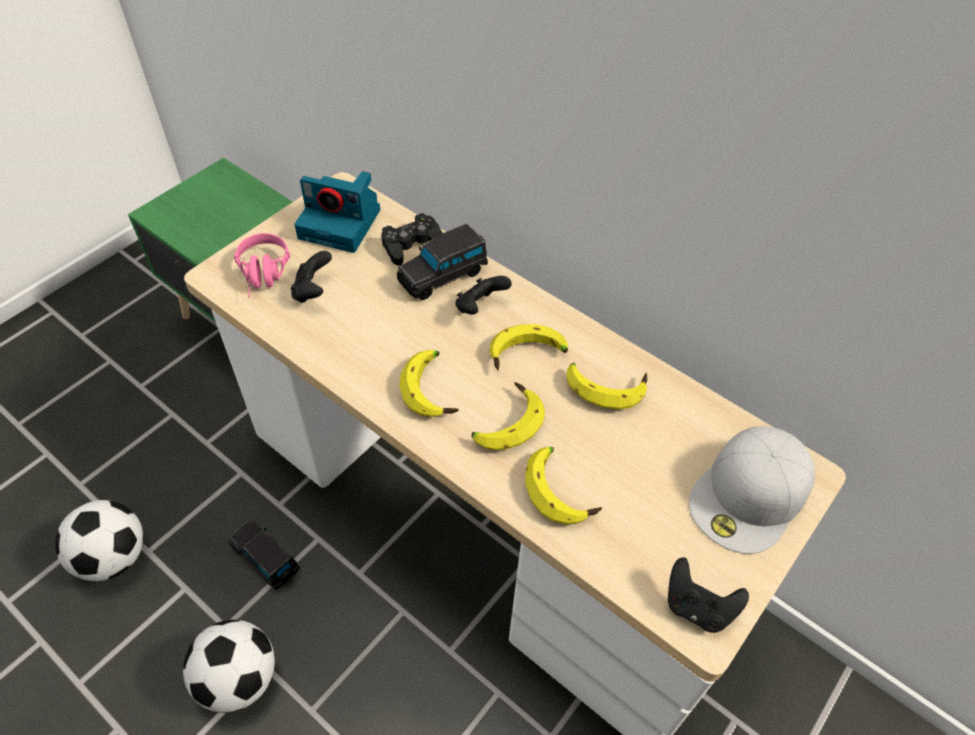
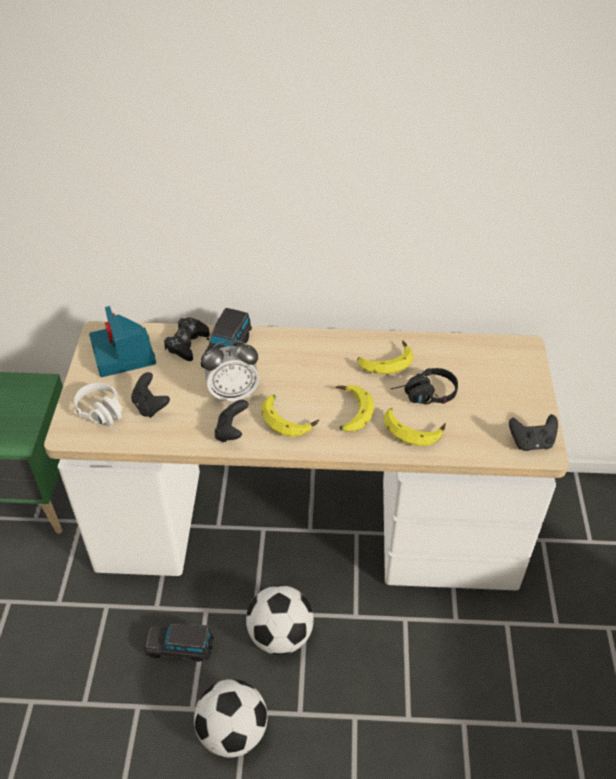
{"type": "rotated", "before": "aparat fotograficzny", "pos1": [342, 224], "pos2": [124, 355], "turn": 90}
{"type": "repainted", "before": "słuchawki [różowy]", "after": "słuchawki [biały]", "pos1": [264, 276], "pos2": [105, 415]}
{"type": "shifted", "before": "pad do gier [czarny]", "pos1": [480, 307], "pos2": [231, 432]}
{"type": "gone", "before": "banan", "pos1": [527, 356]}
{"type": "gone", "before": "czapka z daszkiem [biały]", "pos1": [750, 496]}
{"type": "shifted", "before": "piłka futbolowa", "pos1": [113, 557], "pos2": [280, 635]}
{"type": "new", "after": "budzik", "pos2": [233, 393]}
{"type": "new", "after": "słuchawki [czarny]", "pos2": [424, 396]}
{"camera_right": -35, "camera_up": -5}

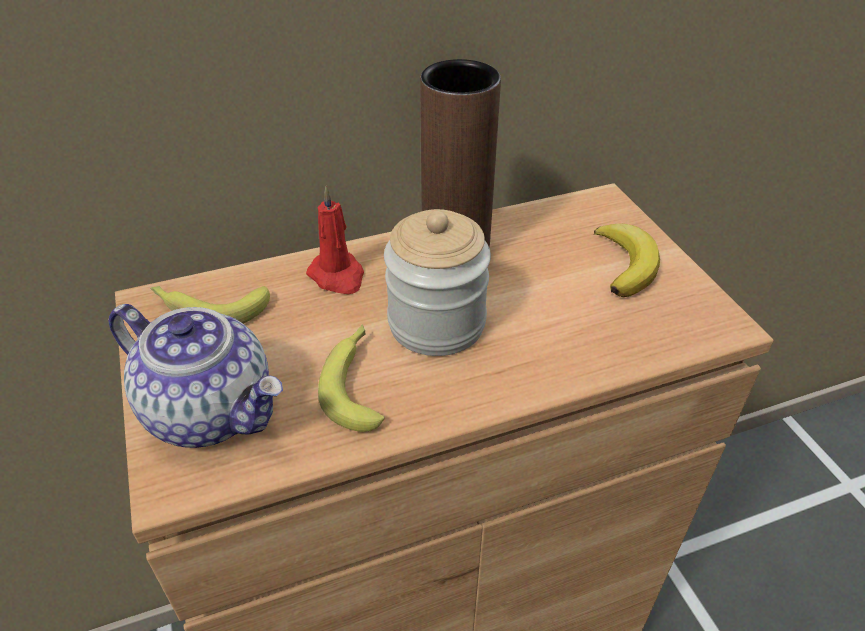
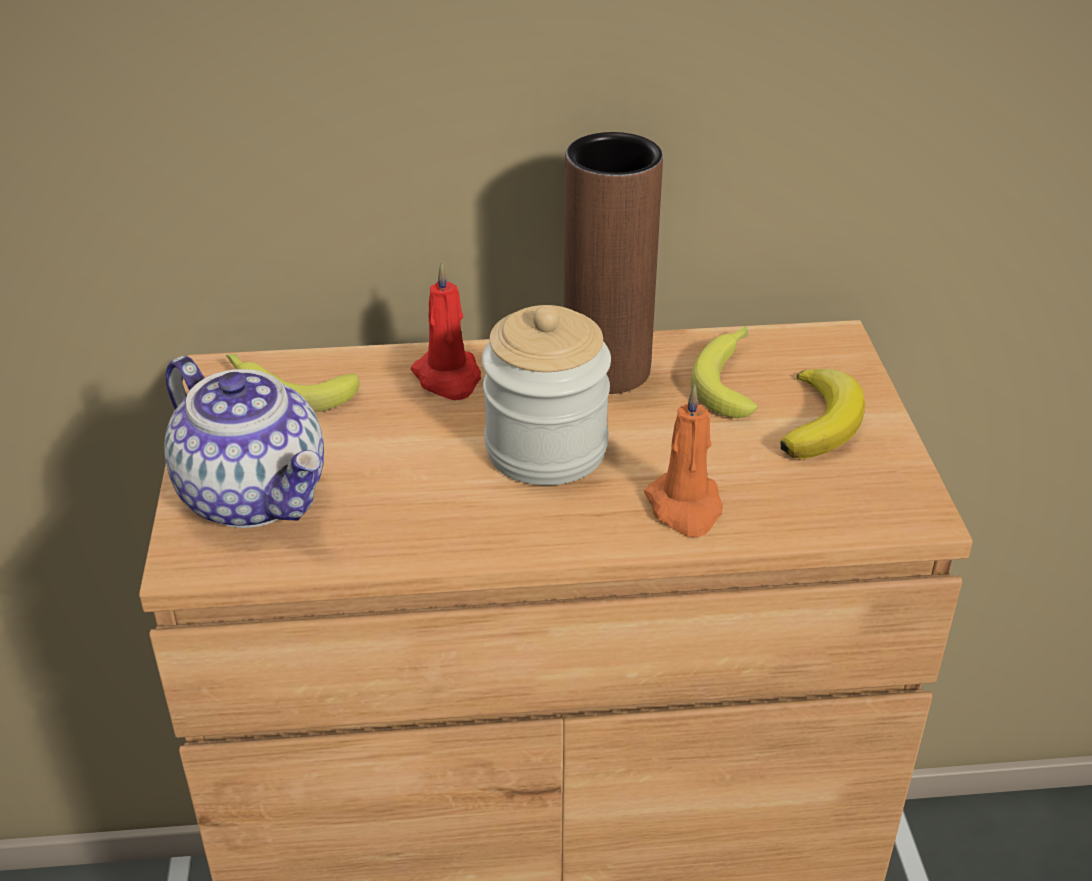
{"type": "shifted", "before": "banan", "pos1": [357, 382], "pos2": [731, 379]}
{"type": "new", "after": "świeca [pomarańczowy]", "pos2": [685, 508]}
{"camera_right": 15, "camera_up": -5}

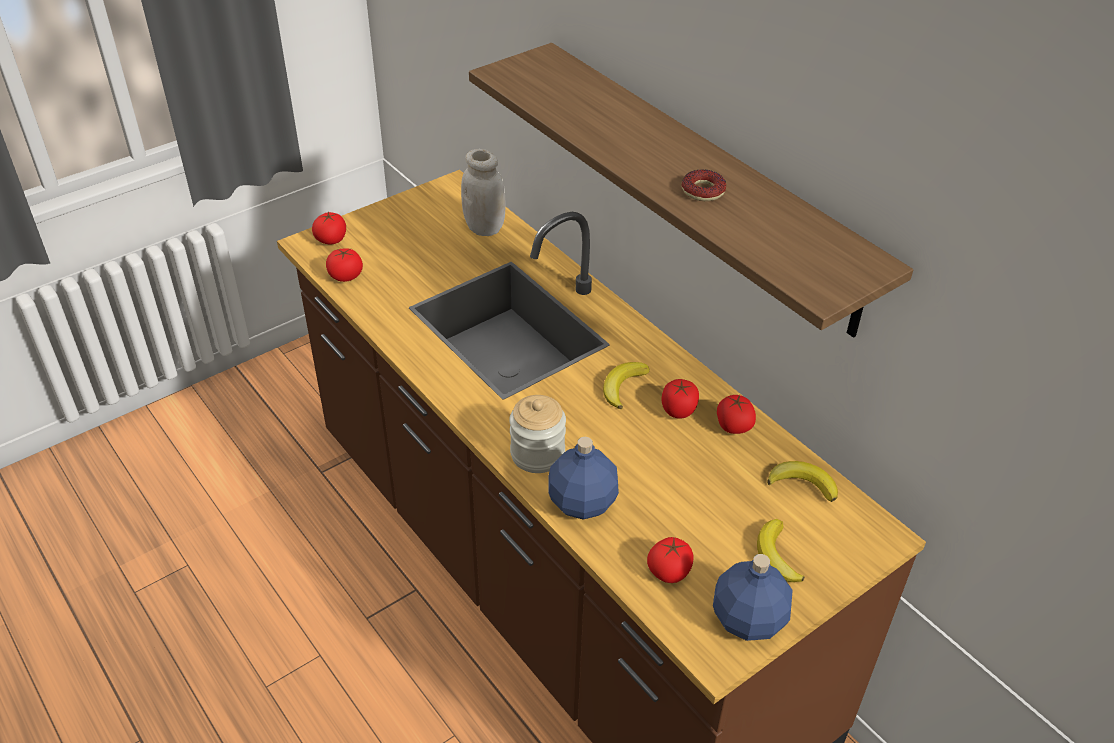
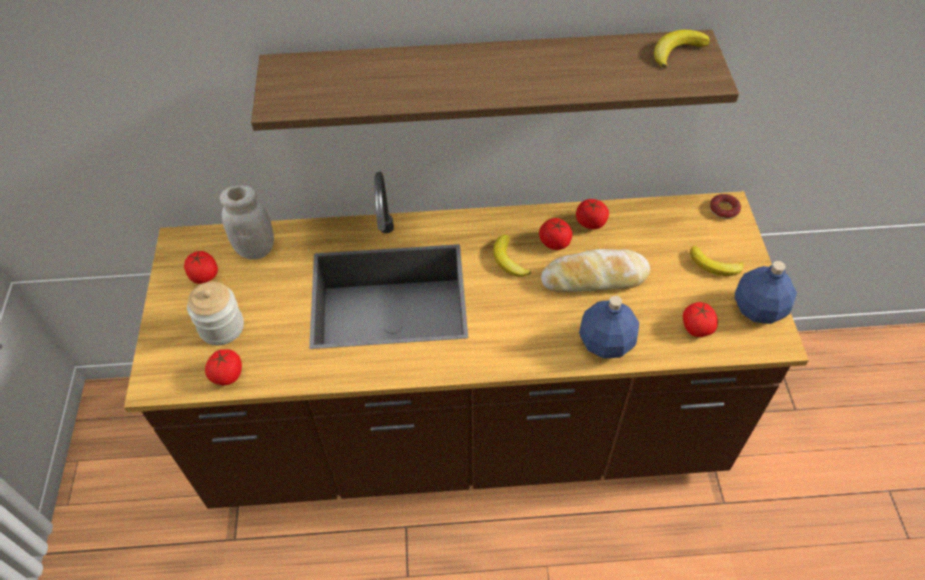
{"type": "shifted", "before": "donut", "pos1": [703, 191], "pos2": [724, 209]}
{"type": "shifted", "before": "pomidor", "pos1": [331, 239], "pos2": [204, 275]}
{"type": "shifted", "before": "słoik", "pos1": [537, 454], "pos2": [221, 327]}
{"type": "shifted", "before": "banan", "pos1": [803, 483], "pos2": [677, 51]}
{"type": "new", "after": "chleb", "pos2": [594, 278]}
{"camera_right": -55, "camera_up": 10}

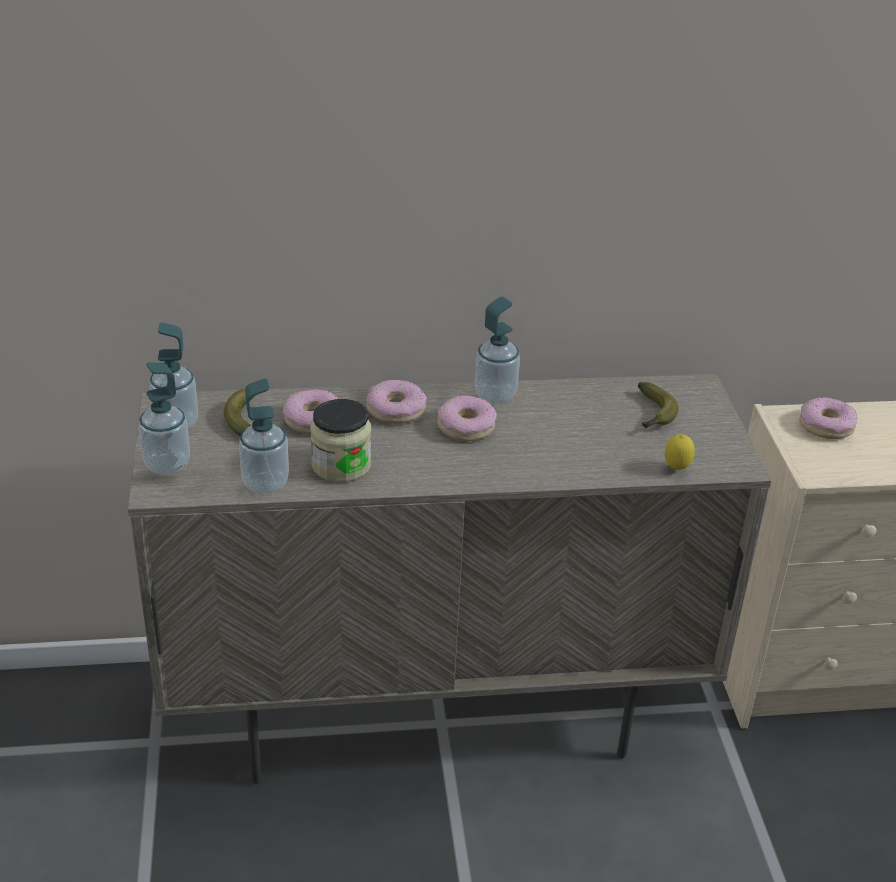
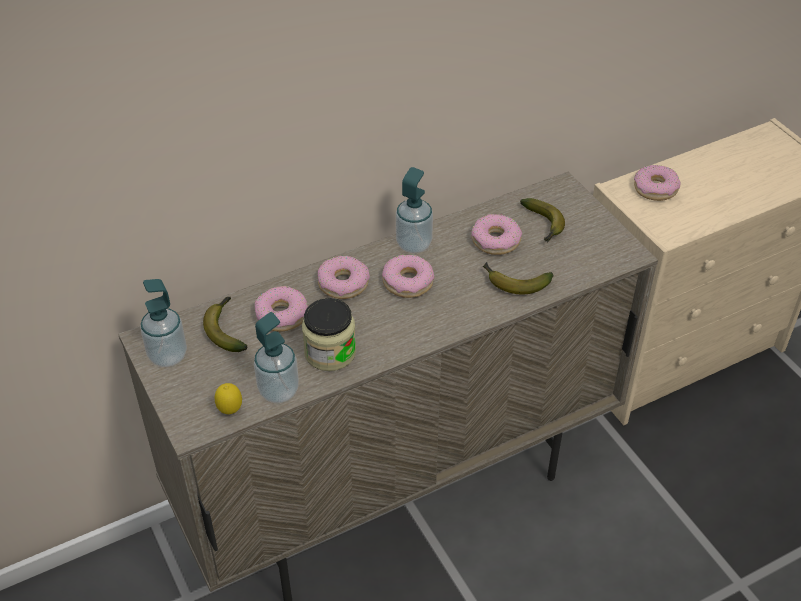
{"type": "gone", "before": "dozownik mydła", "pos1": [167, 465]}
{"type": "shifted", "before": "cytryna", "pos1": [676, 469], "pos2": [230, 411]}
{"type": "new", "after": "donut", "pos2": [496, 240]}
{"type": "new", "after": "banan", "pos2": [513, 283]}
{"camera_right": -20, "camera_up": 10}

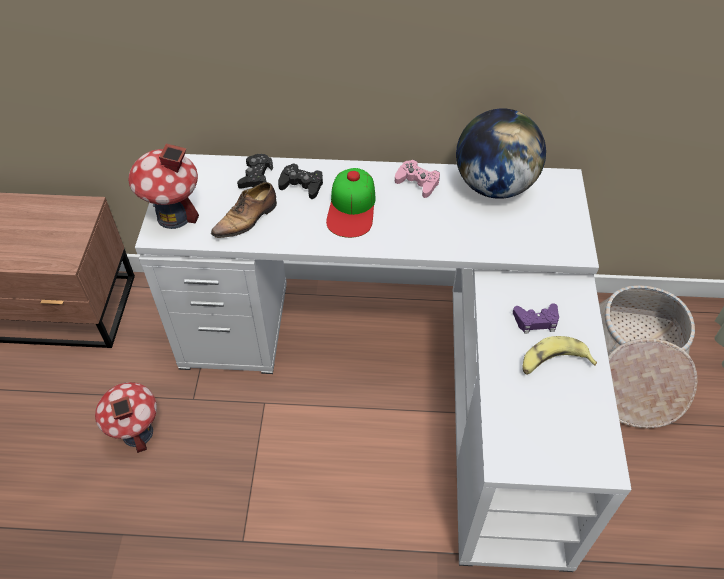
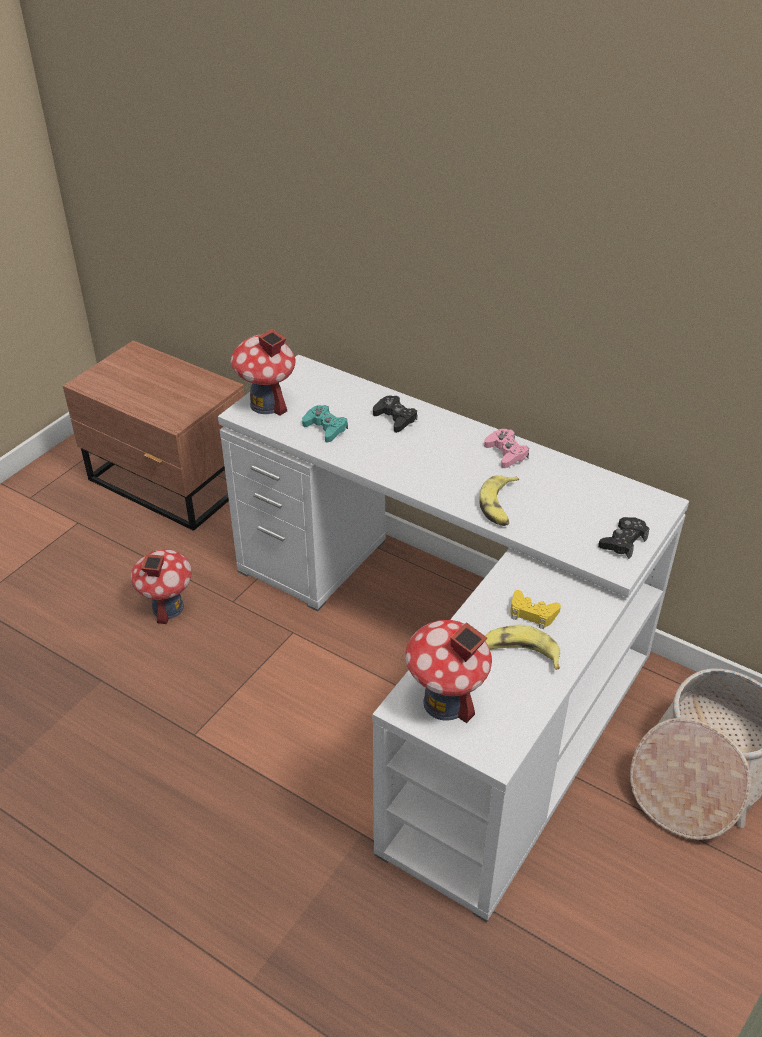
{"type": "gone", "before": "globus", "pos1": [494, 186]}
{"type": "shifted", "before": "pad do gier [czarny]", "pos1": [256, 176], "pos2": [623, 542]}
{"type": "gone", "before": "czapka z daszkiem", "pos1": [352, 207]}
{"type": "swapped", "before": "but", "after": "pad do gier [turkusowy]", "pos1": [247, 219], "pos2": [325, 428]}
{"type": "repainted", "before": "pad do gier [fioletowy]", "after": "pad do gier [żółty]", "pos1": [536, 321], "pos2": [532, 613]}
{"type": "new", "after": "banan", "pos2": [499, 506]}
{"type": "new", "after": "domek", "pos2": [445, 702]}
{"camera_right": 30, "camera_up": -10}

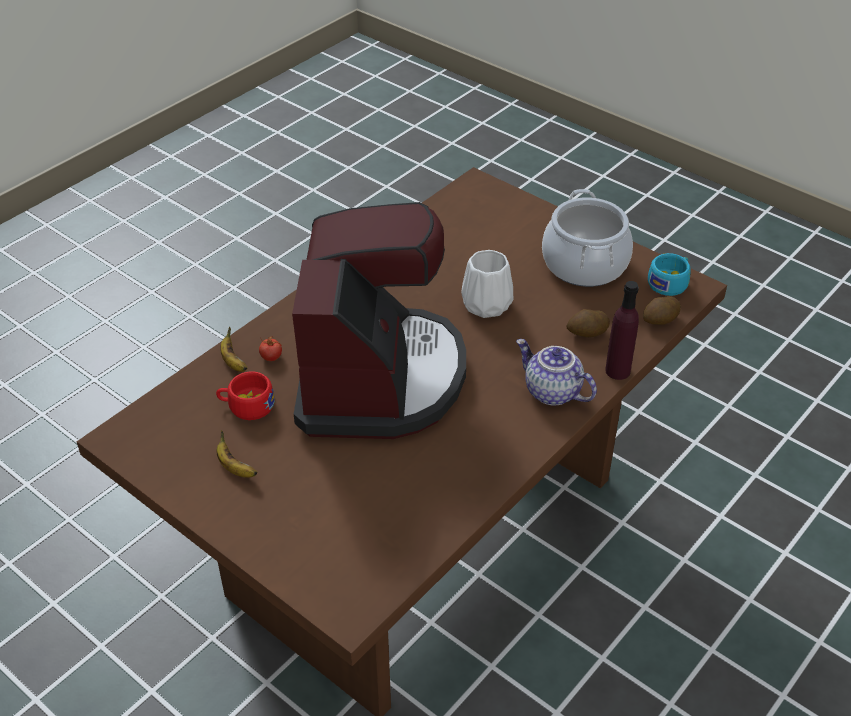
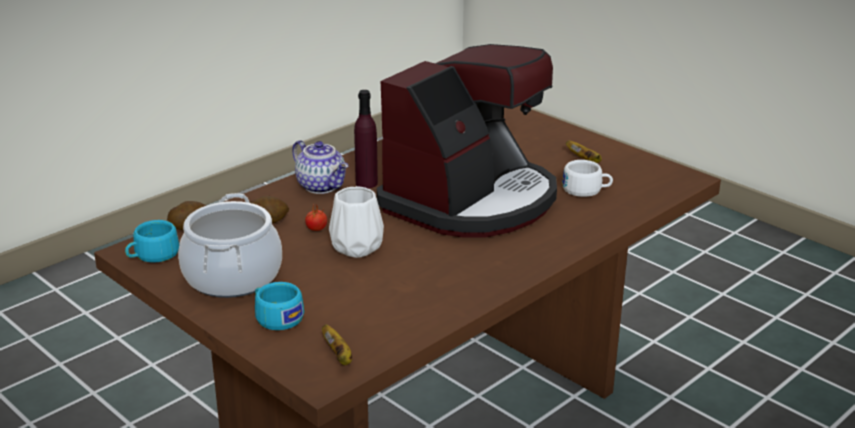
{"type": "rotated", "before": "ekspres do kawy", "pos1": [378, 378], "pos2": [471, 201], "turn": -150}
{"type": "shifted", "before": "butelka [fioletowy]", "pos1": [617, 371], "pos2": [366, 183]}
{"type": "shifted", "before": "banan", "pos1": [233, 362], "pos2": [339, 356]}
{"type": "shifted", "before": "pomidor", "pos1": [271, 357], "pos2": [316, 229]}
{"type": "repainted", "before": "filiżanka [czerwony]", "after": "filiżanka [biały]", "pos1": [246, 406], "pos2": [586, 190]}
{"type": "new", "after": "filiżanka [turkusowy]", "pos2": [276, 317]}
{"camera_right": -175, "camera_up": -15}

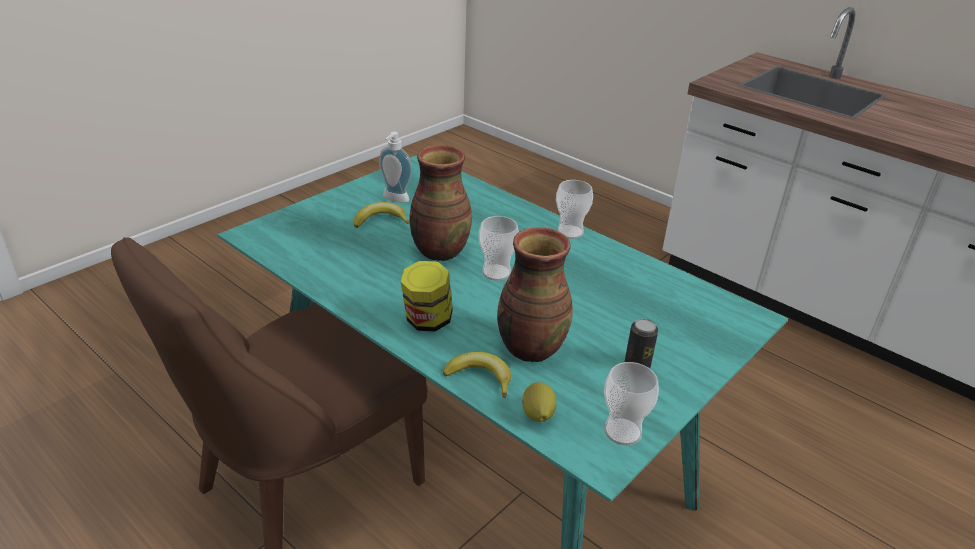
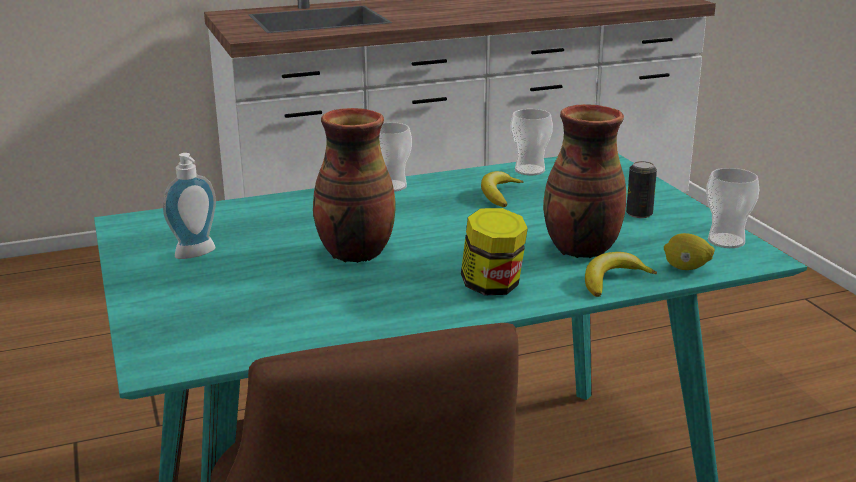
{"type": "shifted", "before": "banan", "pos1": [380, 221], "pos2": [499, 195]}
{"type": "shifted", "before": "filiżanka", "pos1": [496, 273], "pos2": [529, 170]}
{"camera_right": -60, "camera_up": -10}

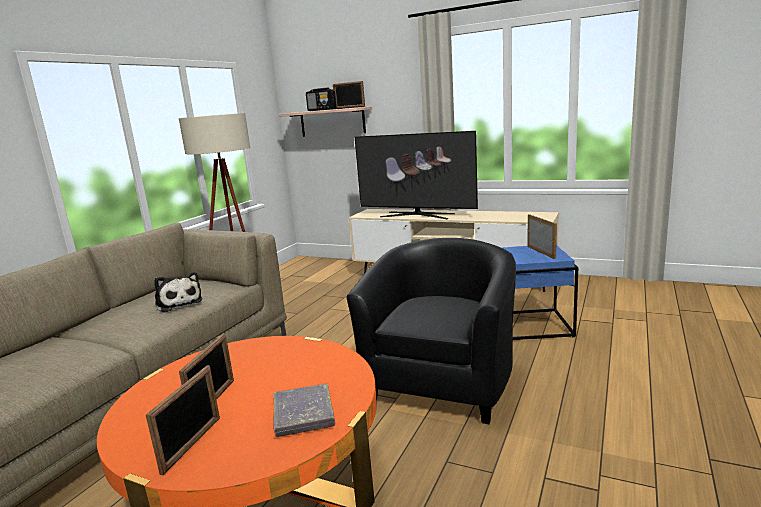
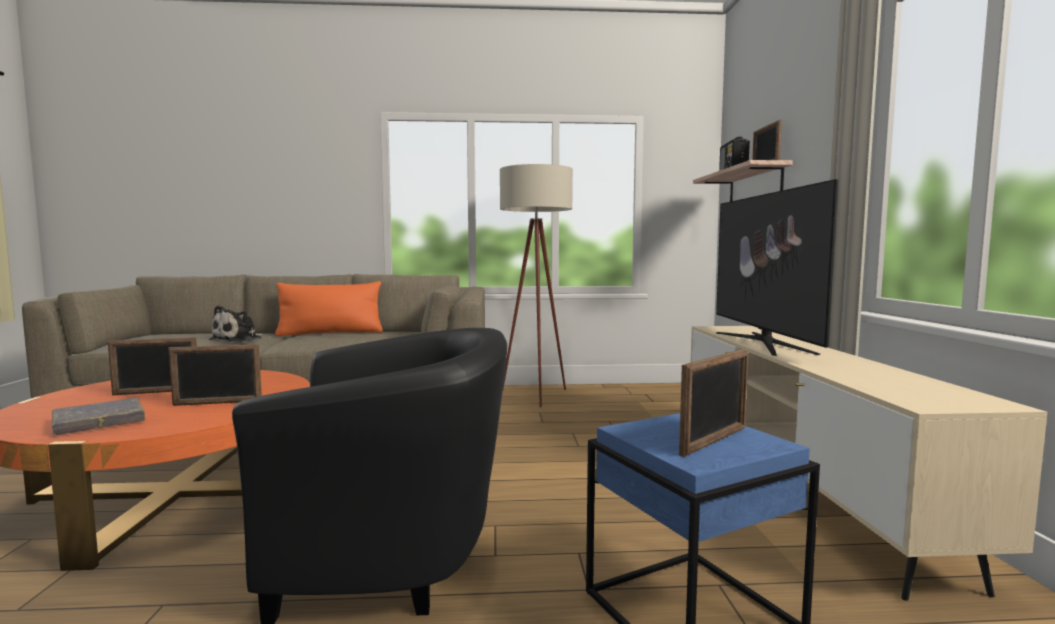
{"type": "shifted", "before": "pluszak", "pos1": [178, 303], "pos2": [239, 339]}
{"type": "shifted", "before": "ramka na zdjęcie", "pos1": [192, 444], "pos2": [217, 403]}
{"type": "new", "after": "poduszka [pomarańczowy]", "pos2": [330, 333]}
{"camera_right": 60, "camera_up": -10}

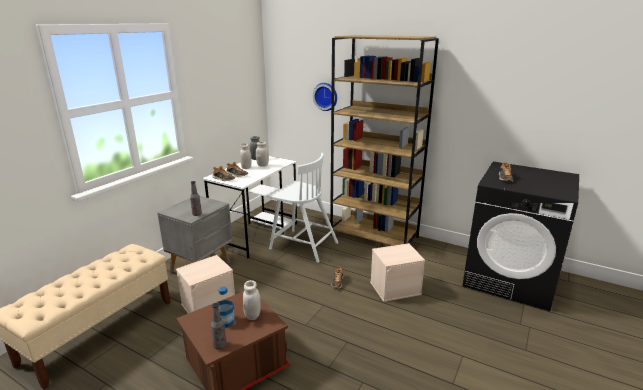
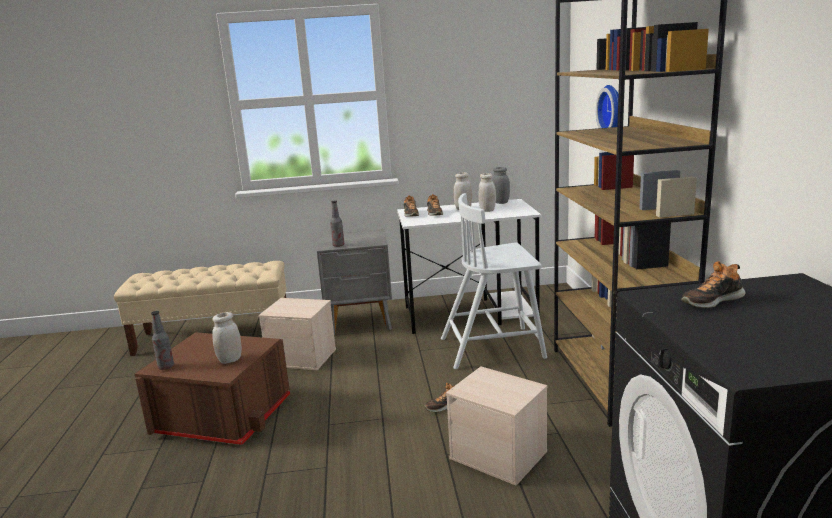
{"type": "rotated", "before": "krzesło [biały]", "pos1": [303, 245], "pos2": [494, 347], "turn": 90}
{"type": "gone", "before": "butelka", "pos1": [225, 321]}
{"camera_right": 55, "camera_up": -5}

